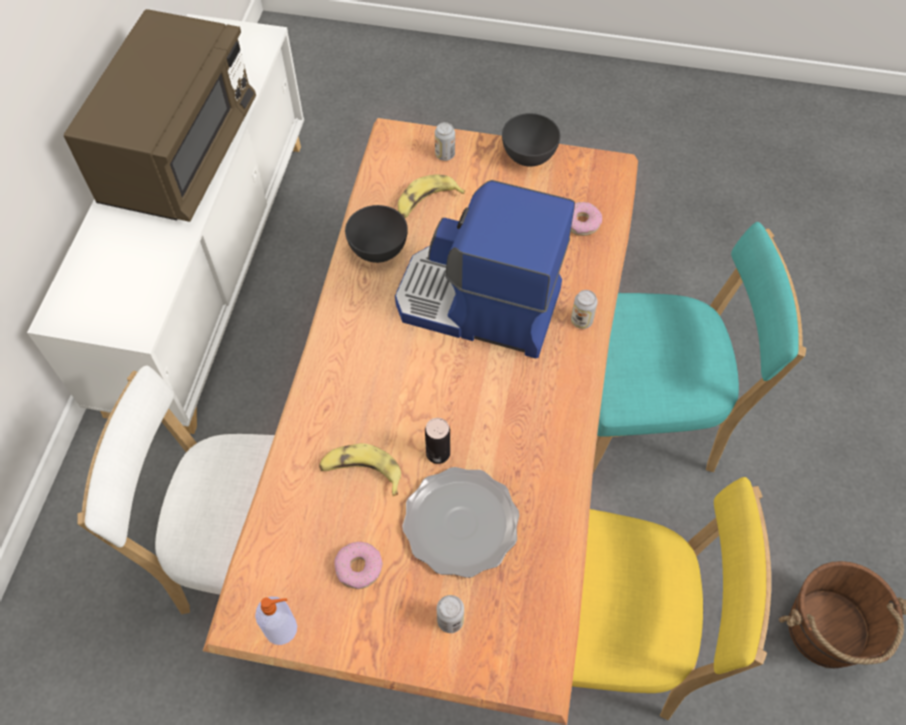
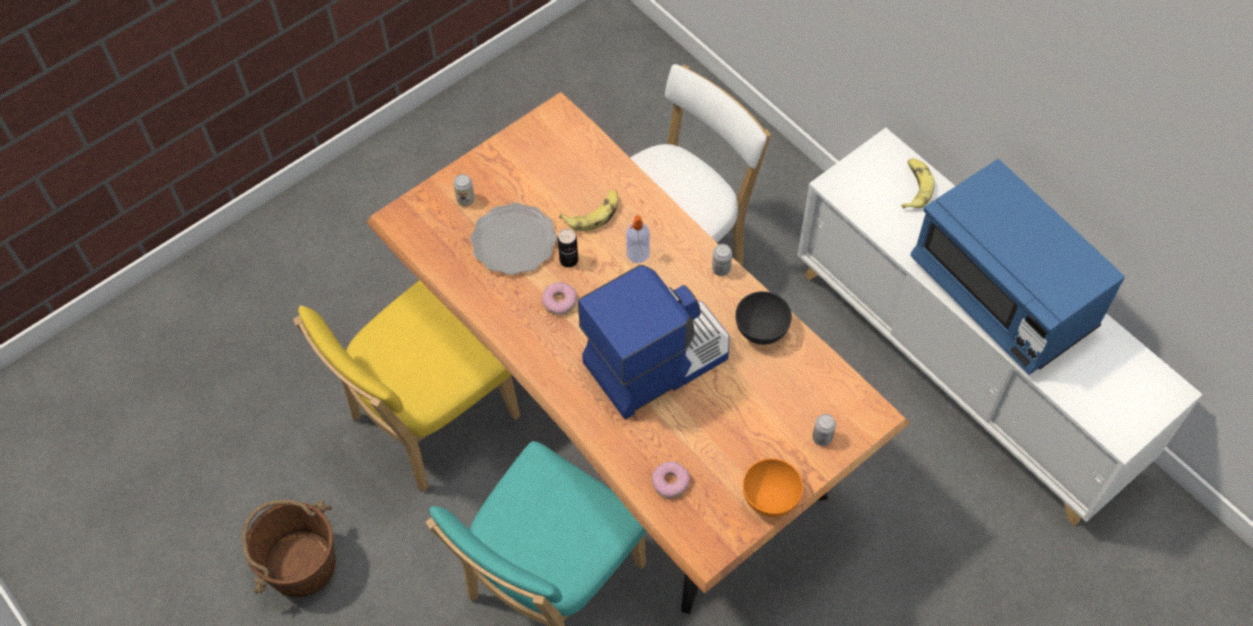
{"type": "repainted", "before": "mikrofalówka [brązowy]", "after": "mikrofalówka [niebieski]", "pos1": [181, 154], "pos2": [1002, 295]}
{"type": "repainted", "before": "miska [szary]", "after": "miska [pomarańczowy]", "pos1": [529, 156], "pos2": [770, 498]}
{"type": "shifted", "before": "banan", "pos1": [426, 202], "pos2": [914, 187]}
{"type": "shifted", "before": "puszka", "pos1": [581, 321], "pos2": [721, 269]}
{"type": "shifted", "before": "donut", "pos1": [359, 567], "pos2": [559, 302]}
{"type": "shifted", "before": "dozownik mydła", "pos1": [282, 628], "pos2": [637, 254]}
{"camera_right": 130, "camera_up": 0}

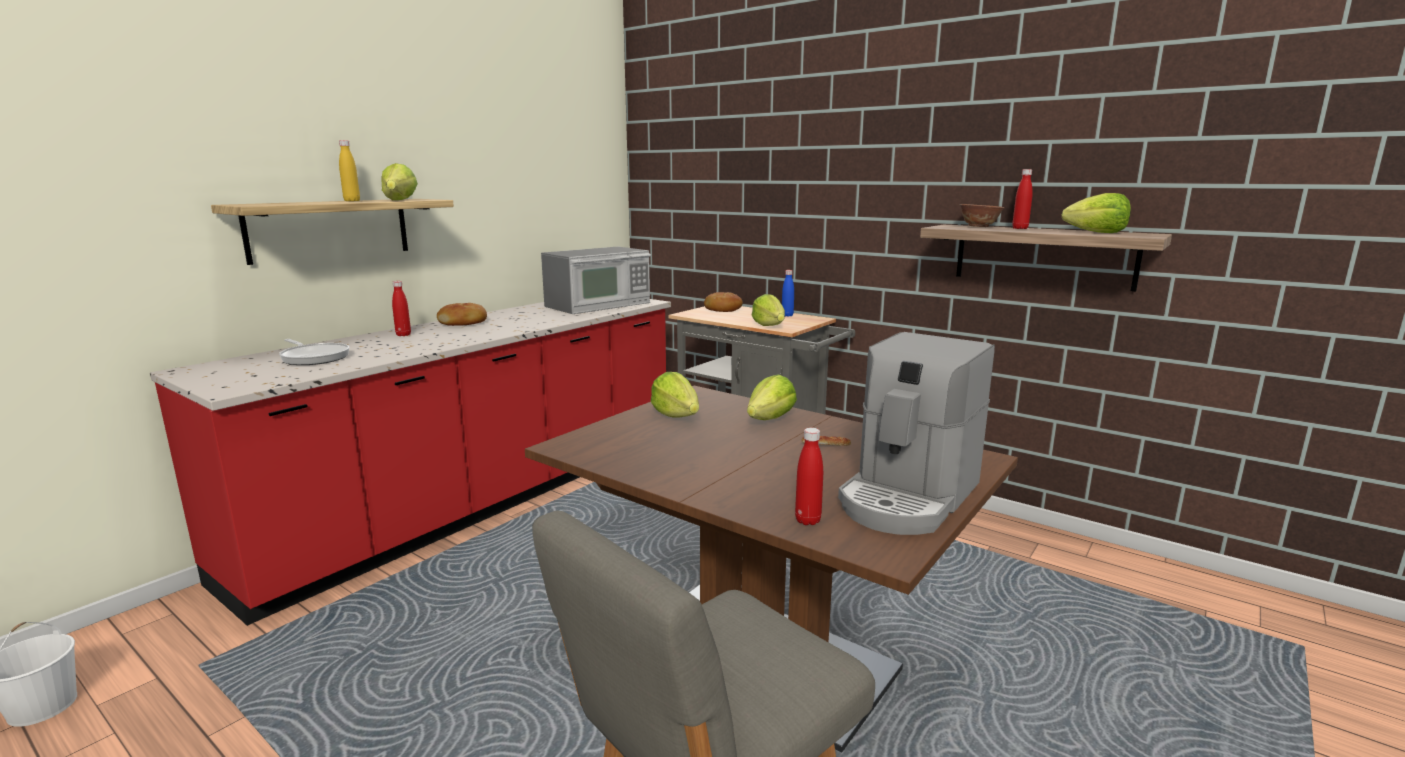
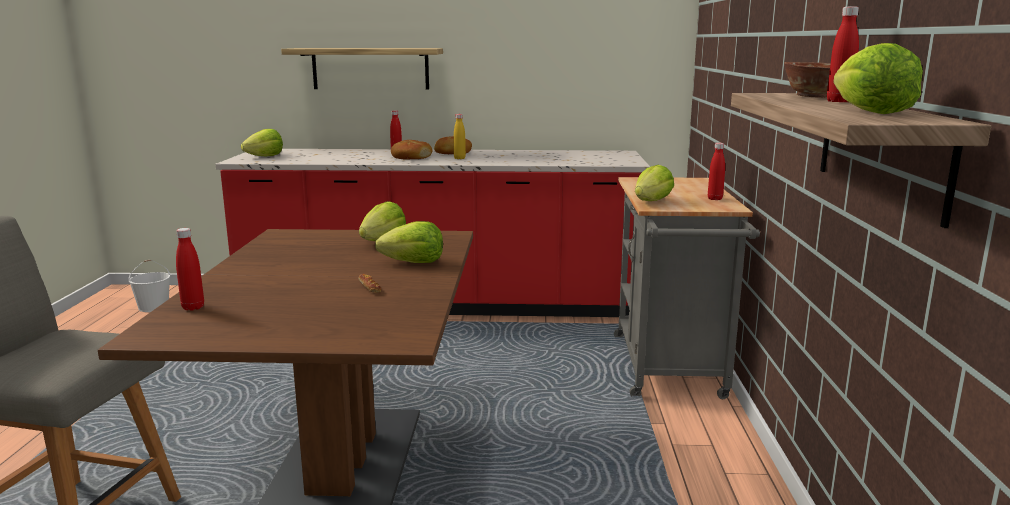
{"type": "shifted", "before": "butelka [żółty]", "pos1": [352, 201], "pos2": [459, 158]}
{"type": "shifted", "before": "sałata", "pos1": [399, 200], "pos2": [265, 156]}
{"type": "gone", "before": "mikrofalówka", "pos1": [599, 305]}
{"type": "repainted", "before": "butelka [niebieski]", "after": "butelka [czerwony]", "pos1": [787, 315], "pos2": [715, 199]}
{"type": "shifted", "before": "chleb", "pos1": [722, 309], "pos2": [411, 157]}
{"type": "gone", "before": "ekspres do kawy", "pos1": [908, 497]}
{"type": "gone", "before": "patelnia", "pos1": [314, 357]}
{"camera_right": 55, "camera_up": 0}

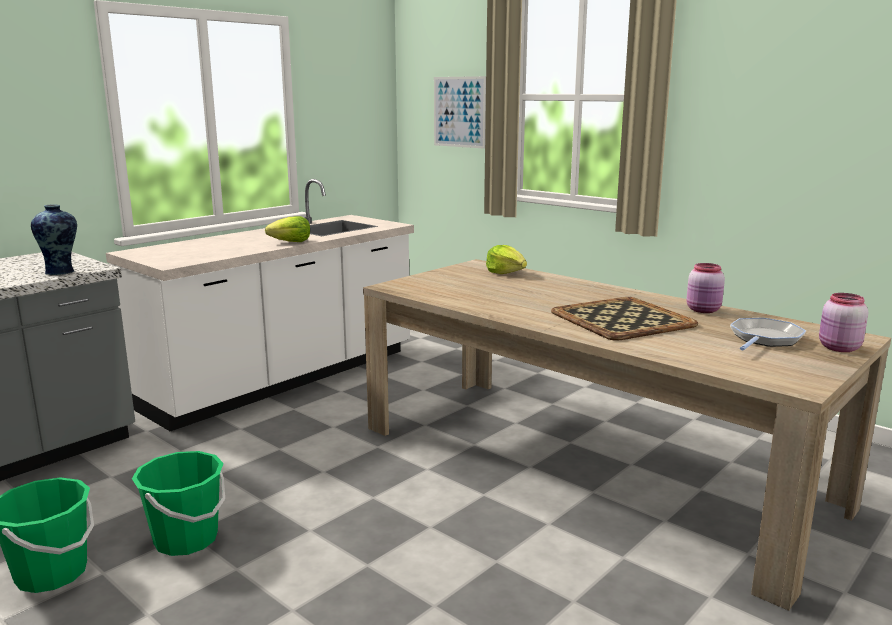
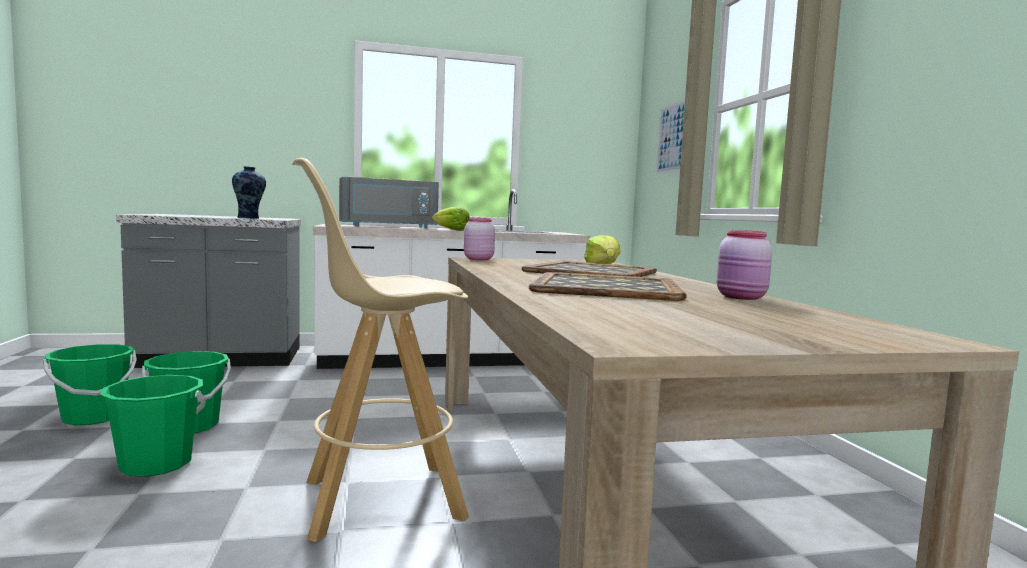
{"type": "shifted", "before": "słoik [różowy]", "pos1": [838, 348], "pos2": [477, 259]}
{"type": "gone", "before": "patelnia", "pos1": [764, 339]}
{"type": "new", "after": "stołek [beżowy]", "pos2": [380, 499]}
{"type": "new", "after": "mikrofalówka [szary]", "pos2": [389, 226]}
{"type": "new", "after": "taca", "pos2": [590, 271]}
{"type": "new", "after": "wiadro [zielony]", "pos2": [156, 464]}
{"camera_right": 35, "camera_up": -10}

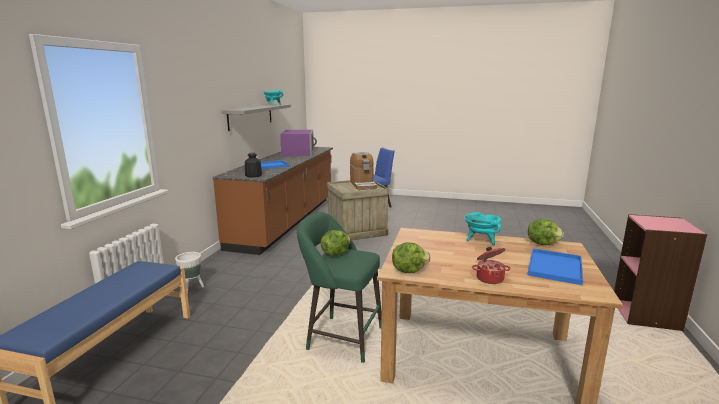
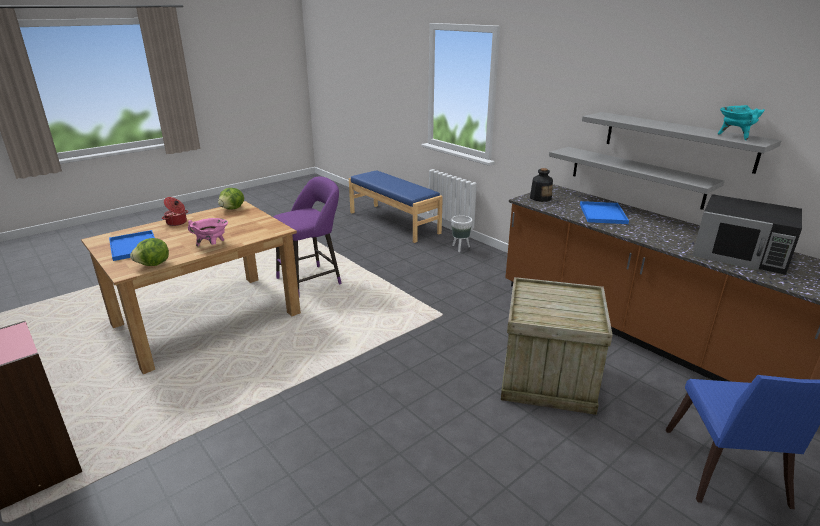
{"type": "repainted", "before": "mikrofalówka [fioletowy]", "after": "mikrofalówka [czarny]", "pos1": [298, 152], "pos2": [740, 253]}
{"type": "gone", "before": "ekspres do kawy", "pos1": [363, 185]}
{"type": "repainted", "before": "stołek [zielony]", "after": "stołek [fioletowy]", "pos1": [341, 337], "pos2": [312, 280]}
{"type": "repainted", "before": "garnek [turkusowy]", "after": "garnek [różowy]", "pos1": [480, 240], "pos2": [212, 245]}
{"type": "gone", "before": "sałata", "pos1": [335, 253]}
{"type": "new", "after": "półka [szary]", "pos2": [635, 176]}
{"camera_right": 125, "camera_up": 10}

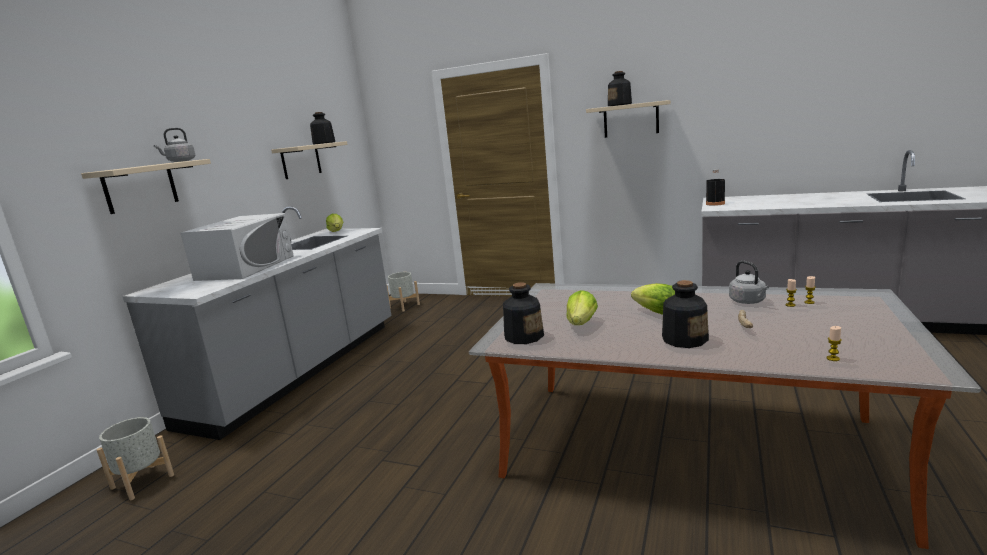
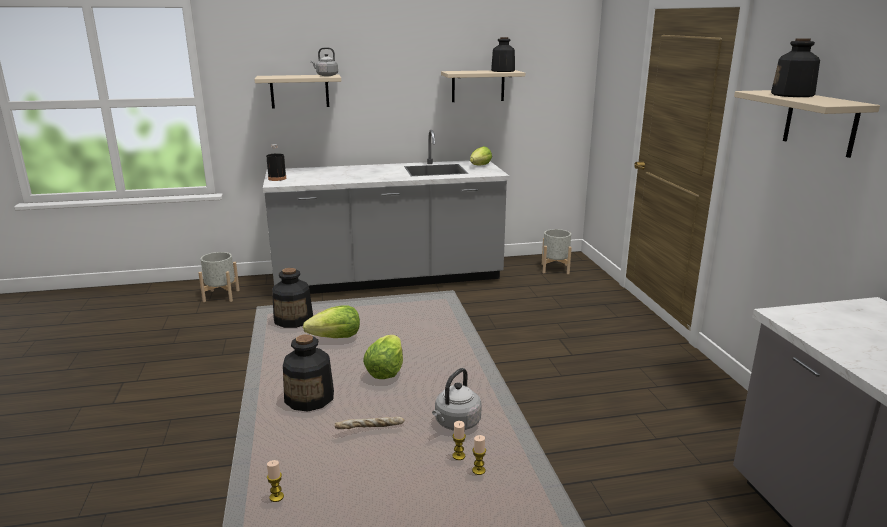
{"type": "shifted", "before": "butelka [czarny]", "pos1": [715, 204], "pos2": [277, 178]}
{"type": "gone", "before": "mikrofalówka [biały]", "pos1": [246, 267]}
{"camera_right": 55, "camera_up": 5}

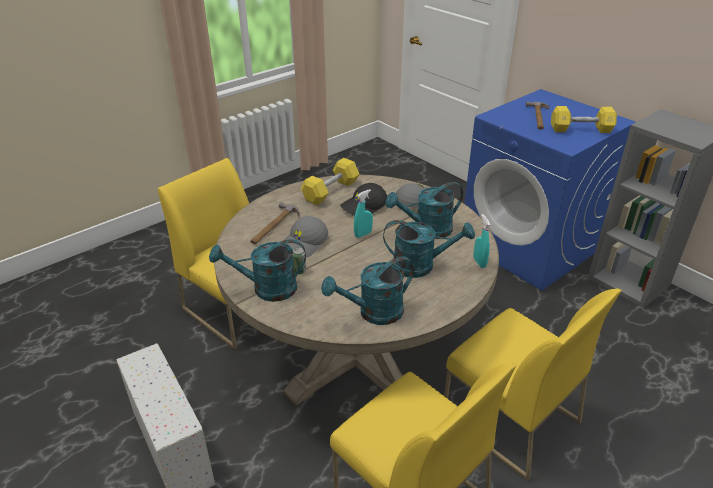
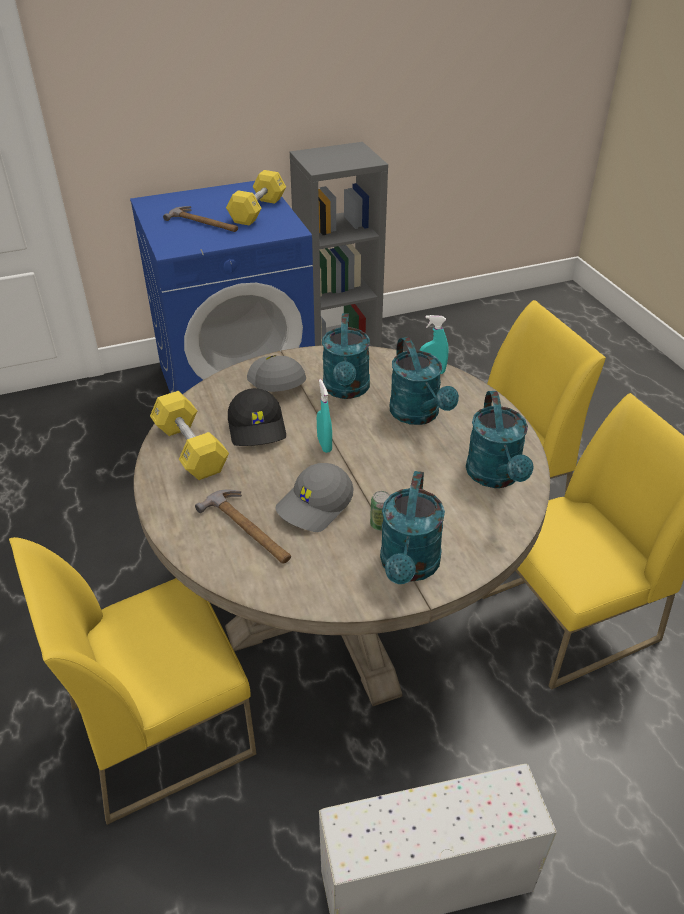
{"type": "rotated", "before": "czapka z daszkiem [szary]", "pos1": [304, 243], "pos2": [315, 506], "turn": 75}
{"type": "rotated", "before": "konewka [turkusowy]", "pos1": [421, 266], "pos2": [418, 415], "turn": 135}
{"camera_right": -70, "camera_up": 5}

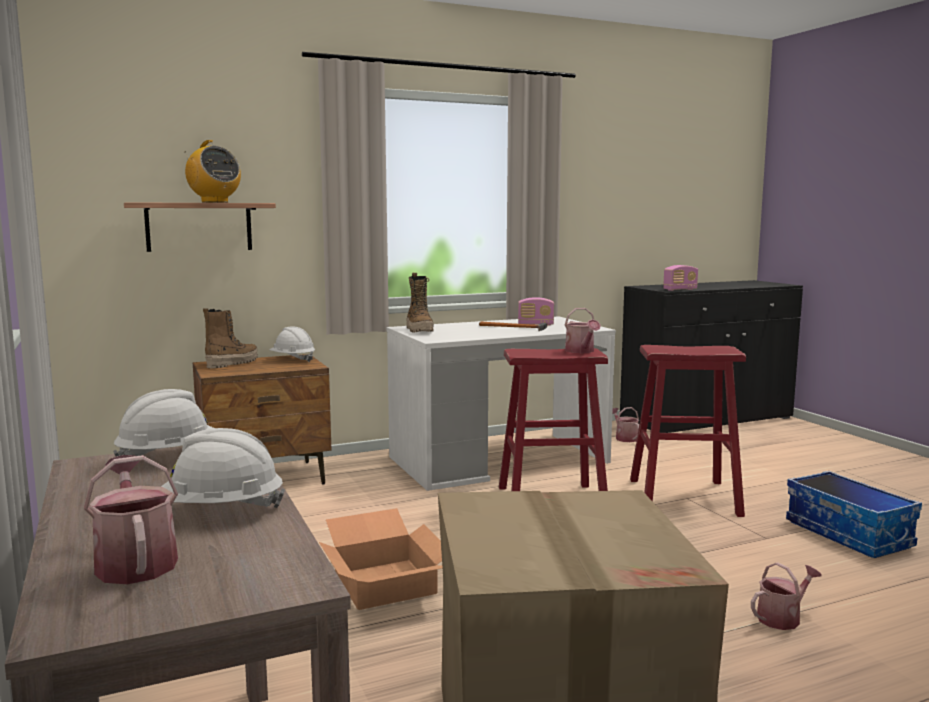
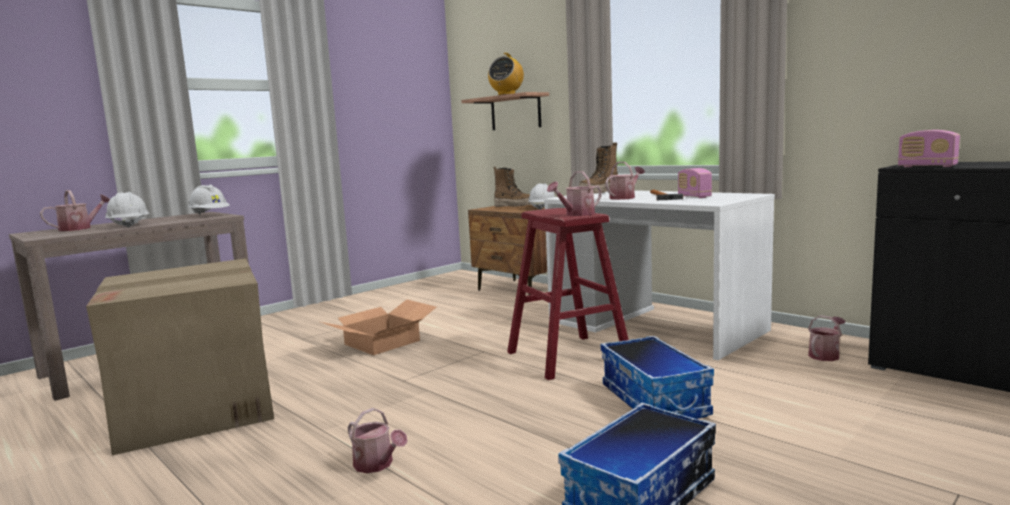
{"type": "swapped", "before": "stołek [czerwony]", "after": "pojemnik do przechowywania", "pos1": [683, 497], "pos2": [655, 400]}
{"type": "new", "after": "konewka", "pos2": [624, 197]}
{"camera_right": 70, "camera_up": 0}

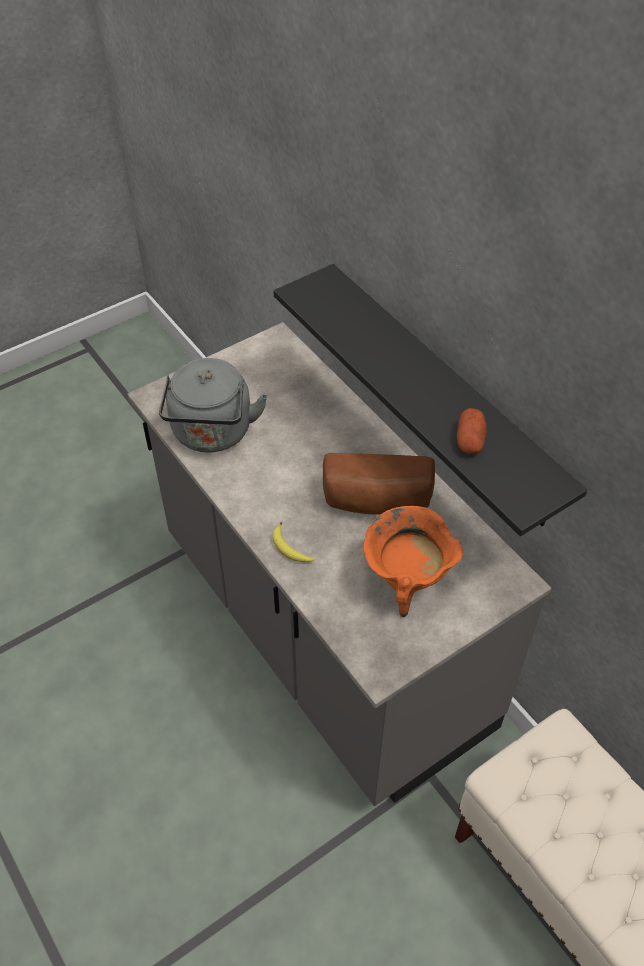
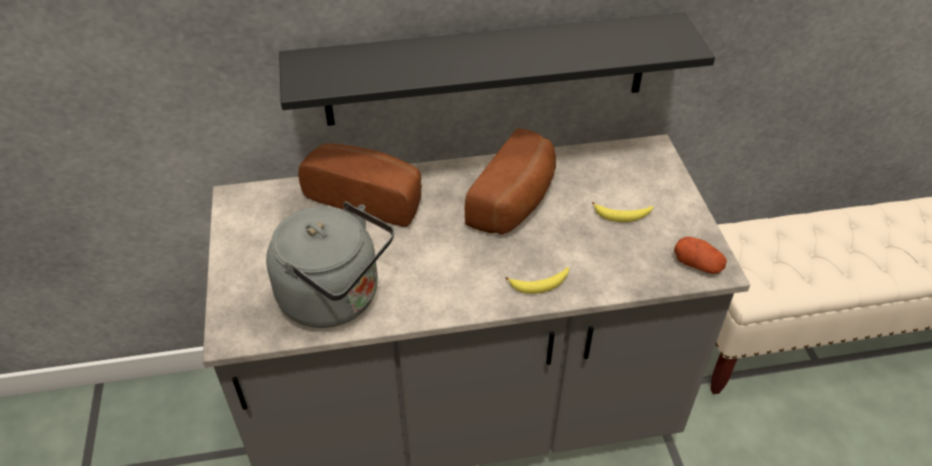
{"type": "shifted", "before": "ziemniak", "pos1": [470, 440], "pos2": [697, 264]}
{"type": "swapped", "before": "garnek [pomarańczowy]", "after": "banan", "pos1": [406, 582], "pos2": [622, 215]}
{"type": "new", "after": "chleb", "pos2": [368, 197]}
{"camera_right": -65, "camera_up": -5}

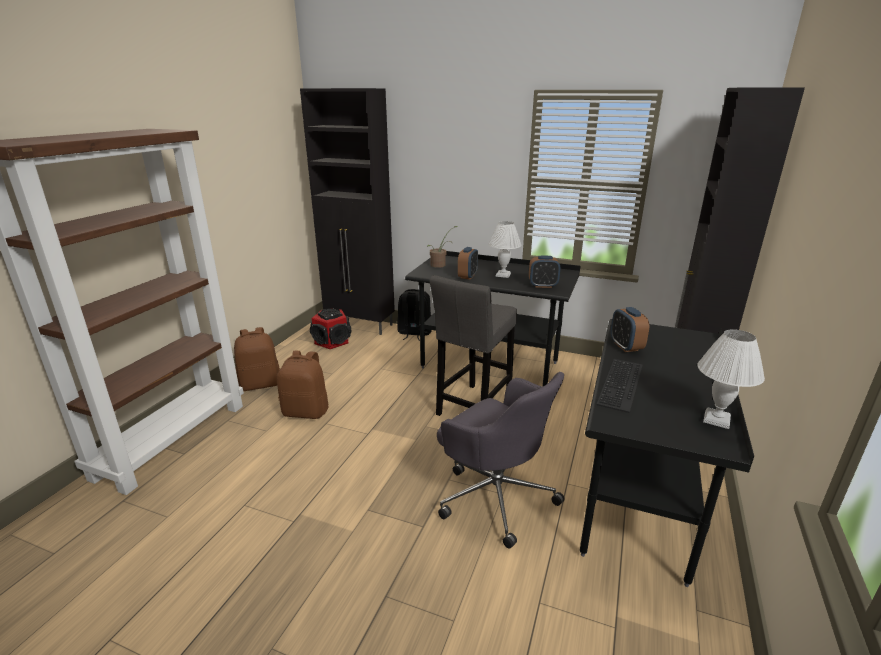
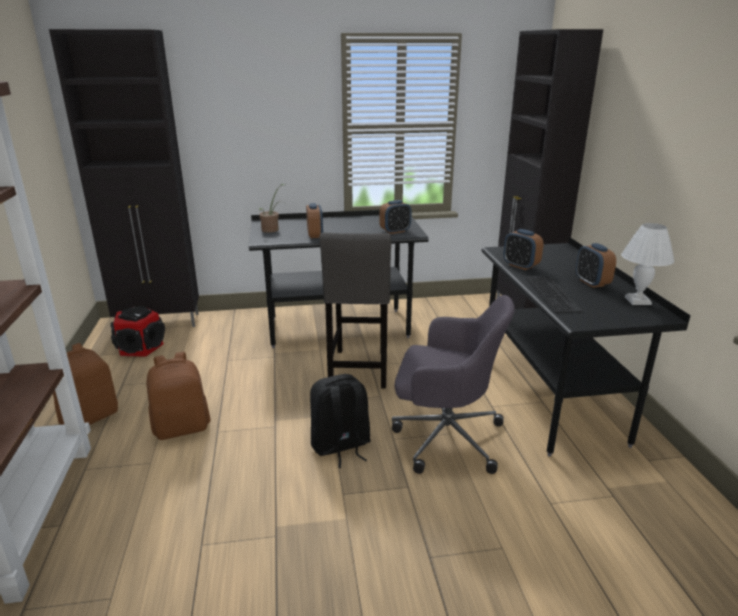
{"type": "gone", "before": "lampa stołowa [biały]", "pos1": [503, 275]}
{"type": "shifted", "before": "plecak [czarny]", "pos1": [414, 333], "pos2": [340, 446]}
{"type": "new", "after": "budzik", "pos2": [591, 283]}
{"camera_right": -30, "camera_up": 0}

